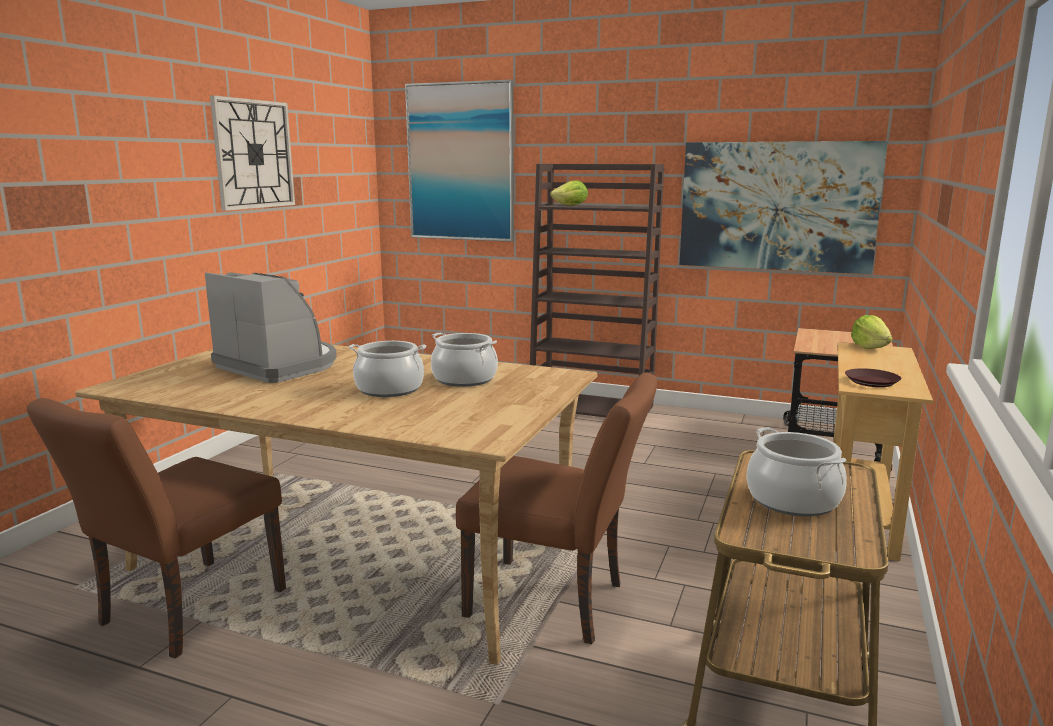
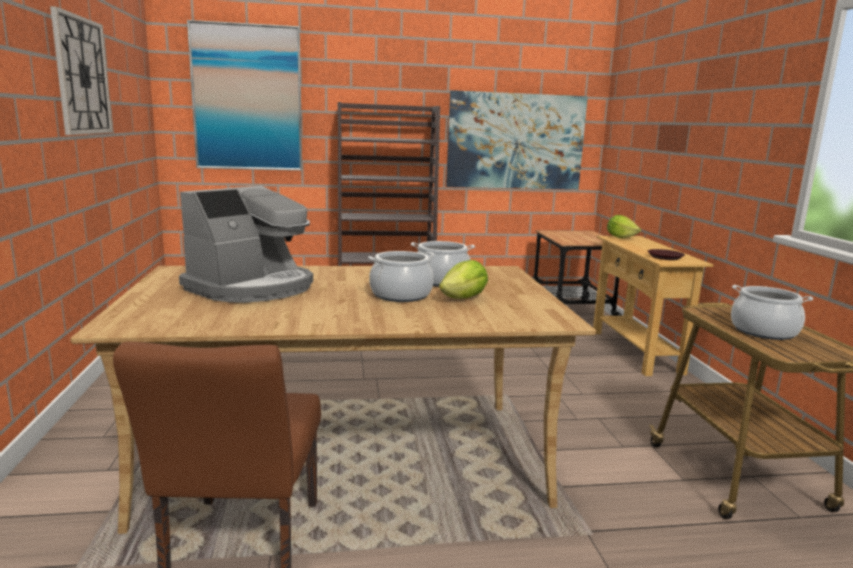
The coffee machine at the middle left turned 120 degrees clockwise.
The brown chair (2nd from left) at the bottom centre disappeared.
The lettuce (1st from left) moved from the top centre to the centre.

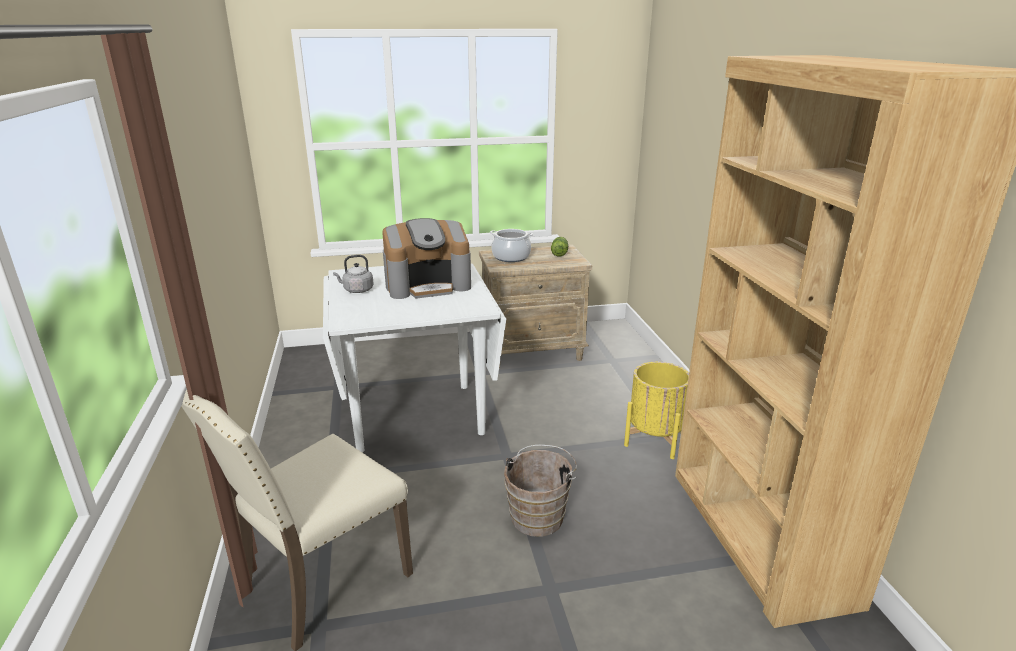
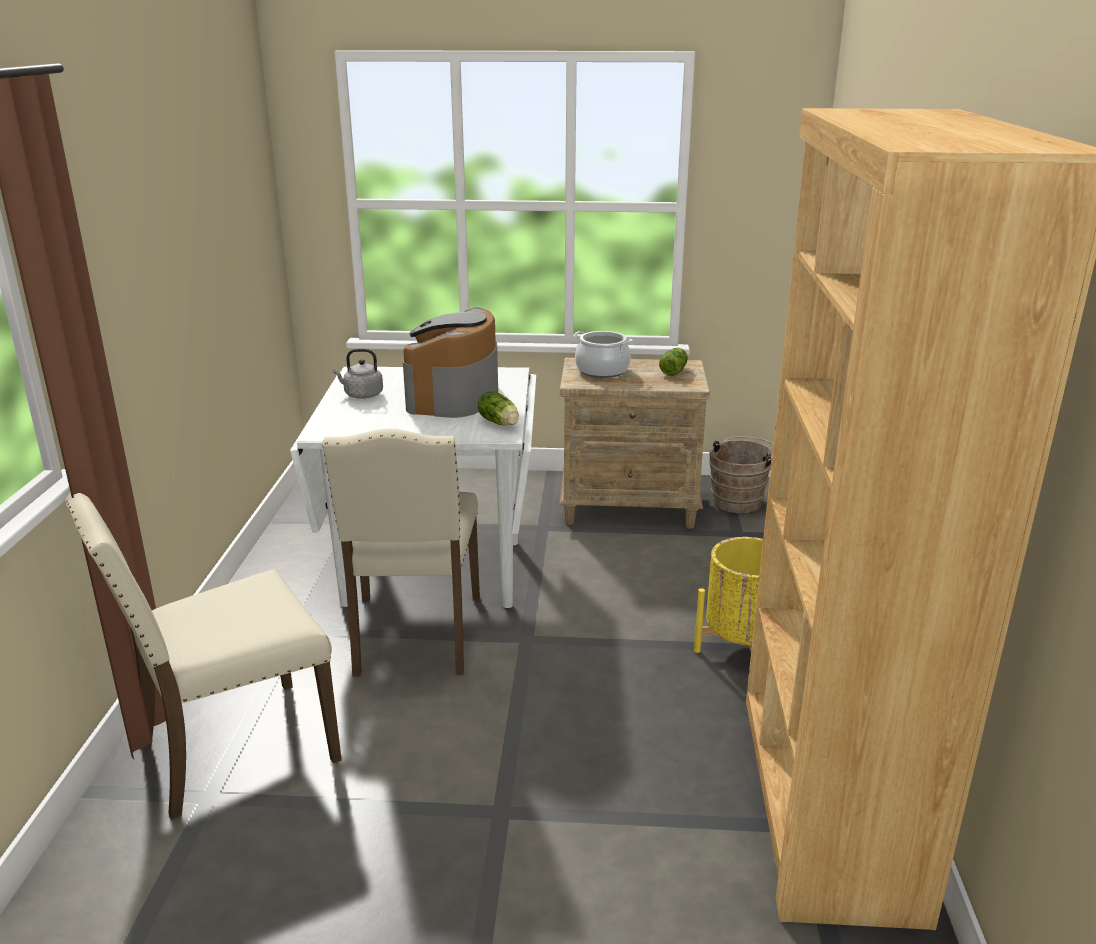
The coffee machine at the centre turned 105 degrees clockwise.
The brown bucket moved from the bottom centre to the middle right.
The beige chair (2nd from left) at the centre appeared.
The lettuce (1st from left) at the centre appeared.

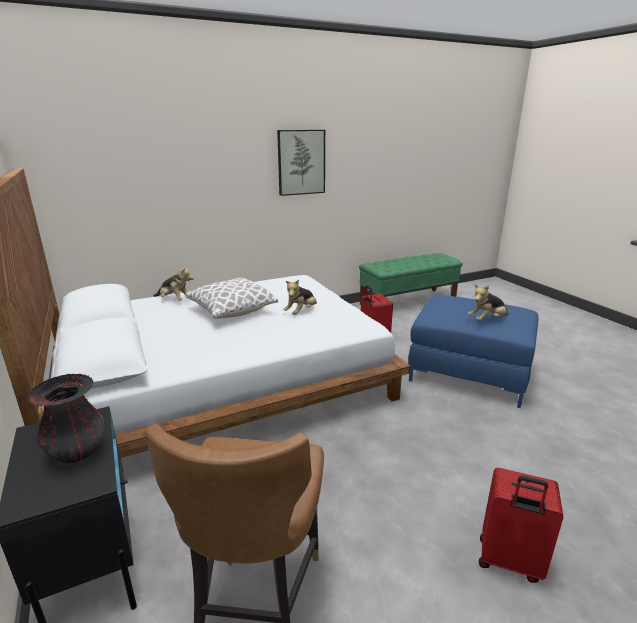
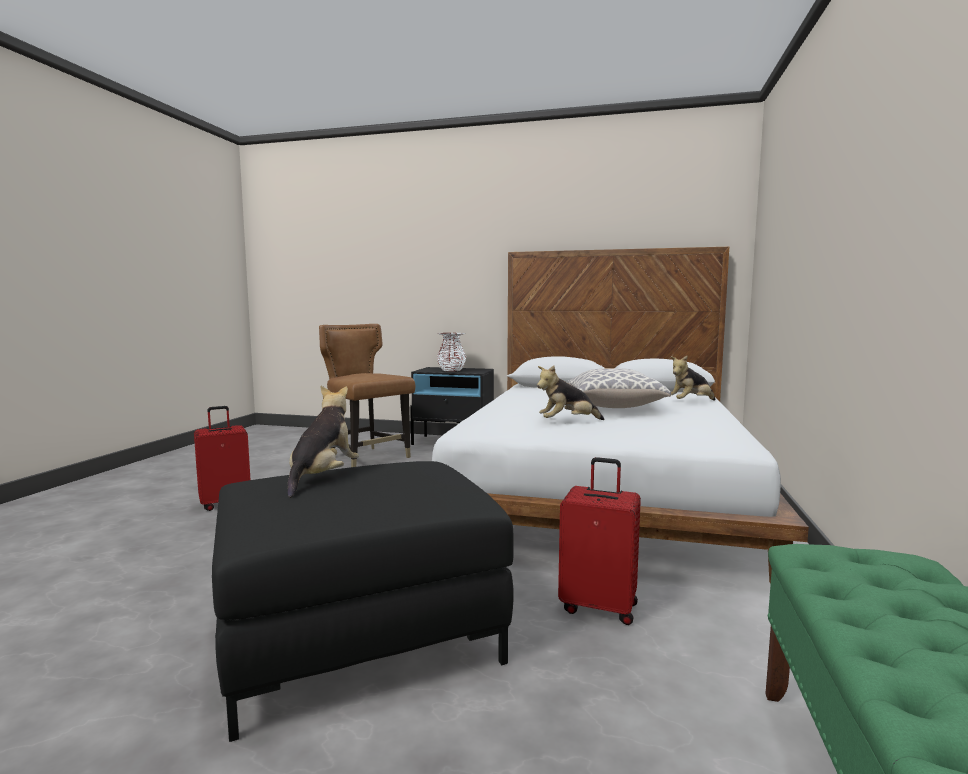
The black vase at the bottom left became the white vase at the centre.
The picture at the top centre disappeared.
The plush toy (2nd from left) at the centre turned 90 degrees counterclockwise.
The blue ottoman at the middle right became the black ottoman at the bottom centre.

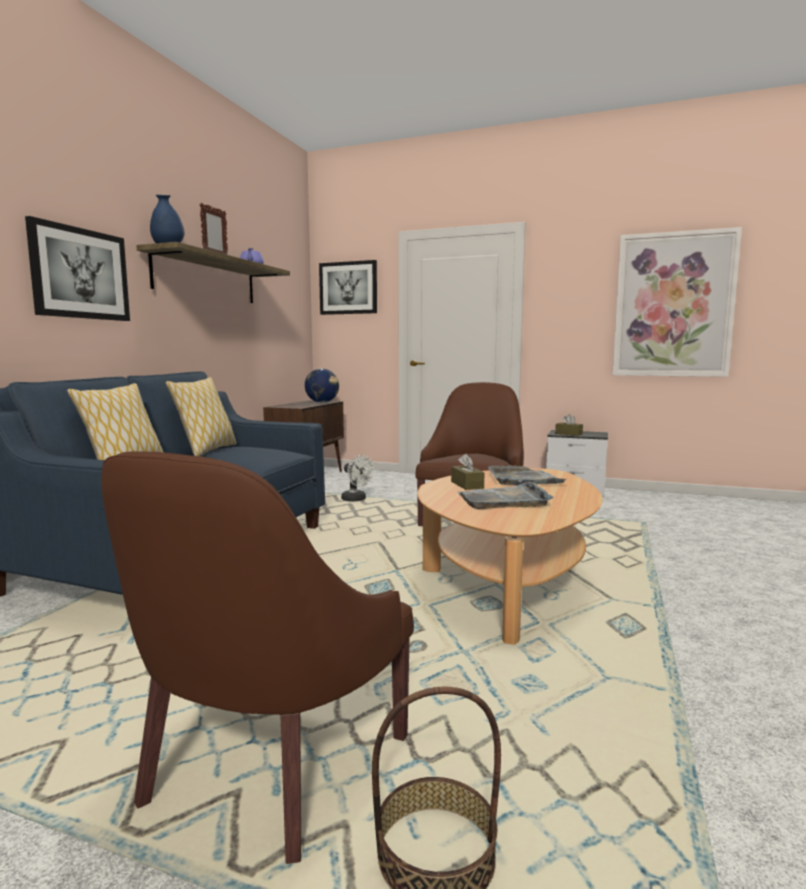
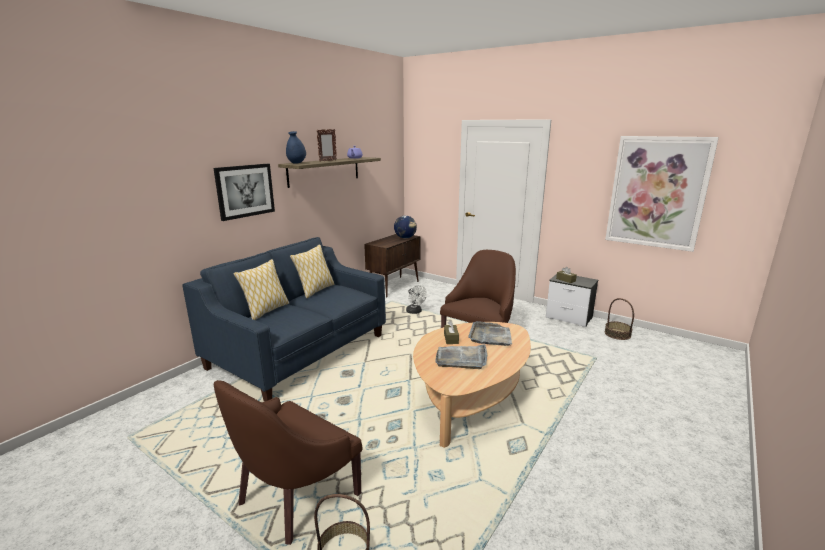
The picture (2nd from left) at the top centre disappeared.
The basket (2nd from left) at the middle right appeared.

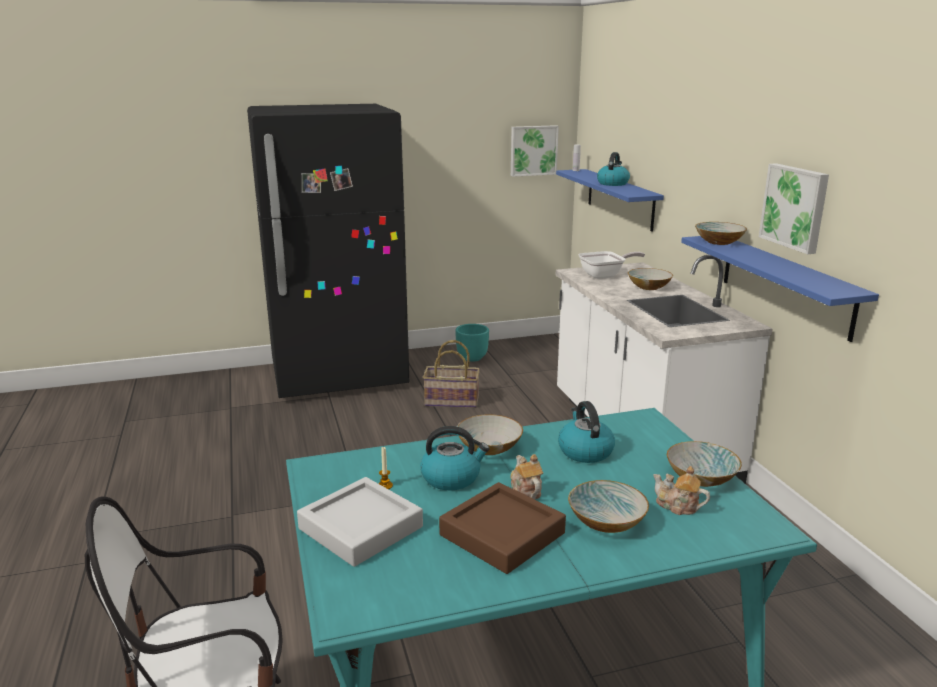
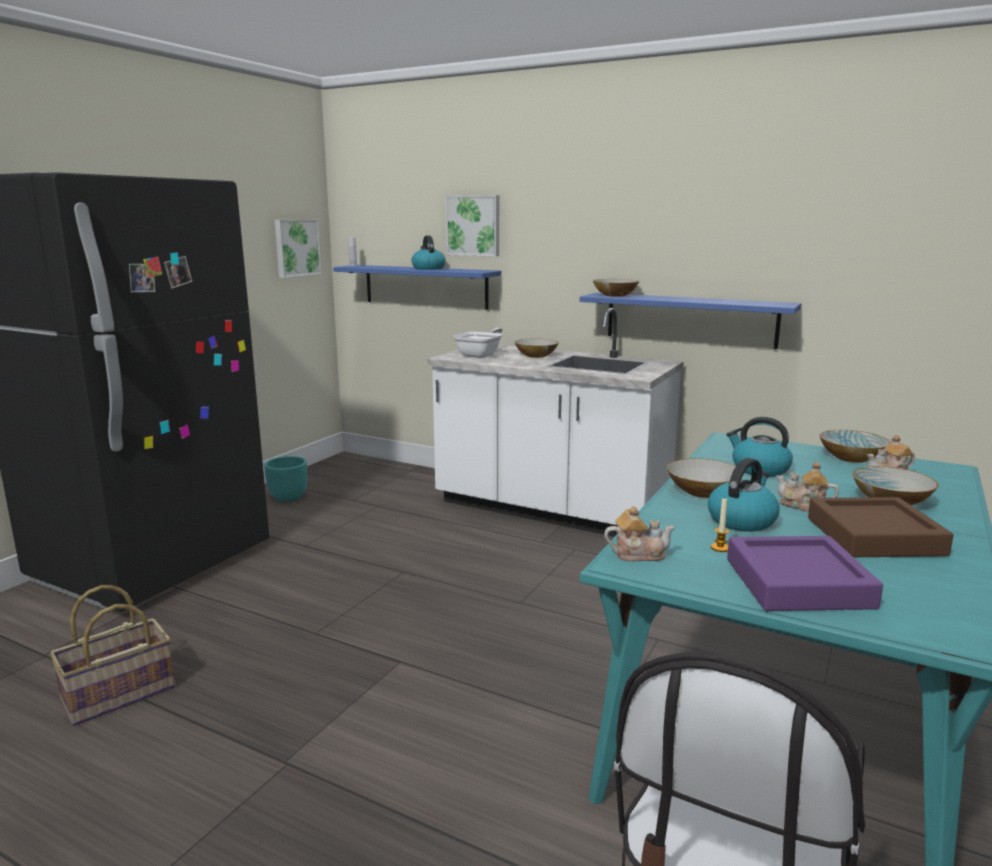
The grey tray at the bottom centre became the purple tray at the middle right.
The basket moved from the centre to the bottom left.
The picture (2nd from left) moved from the top right to the top centre.
The teapot (1st from left) at the centre appeared.

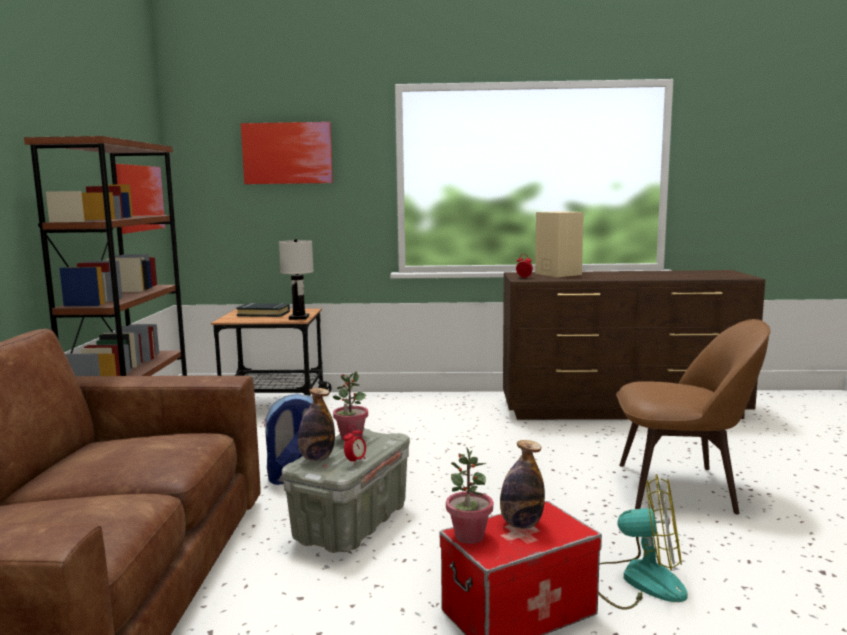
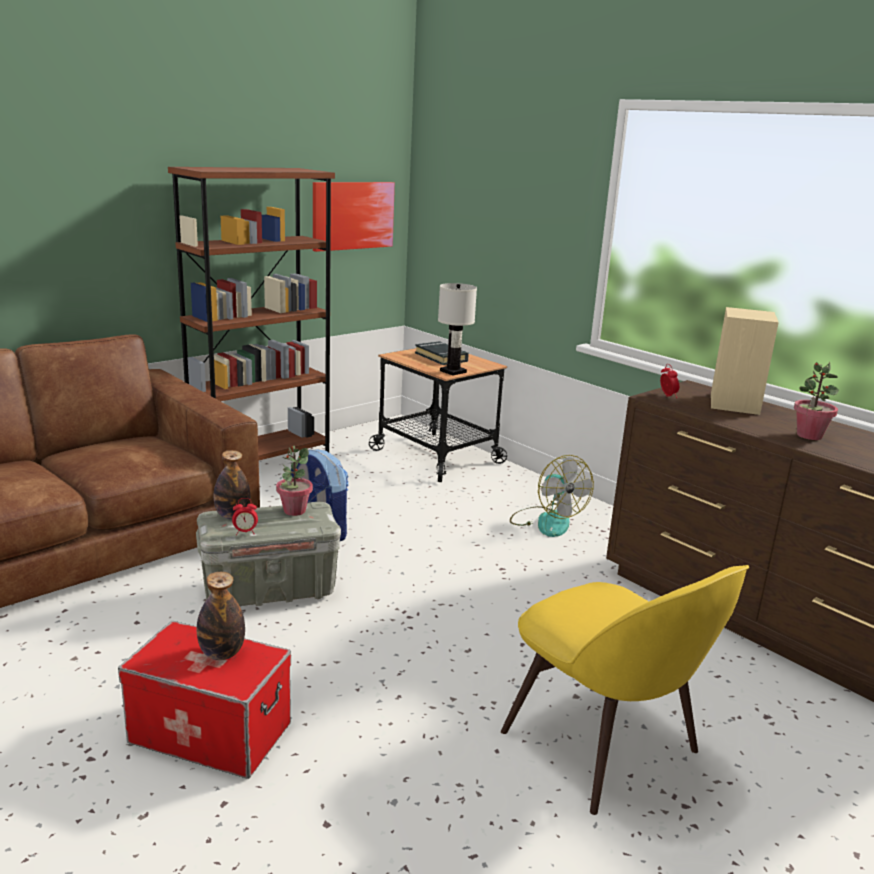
The picture (2nd from left) at the top centre disappeared.
The potted plant (2nd from left) moved from the bottom centre to the middle right.
The fan moved from the bottom right to the centre.
The brown chair at the middle right became the yellow chair at the bottom right.

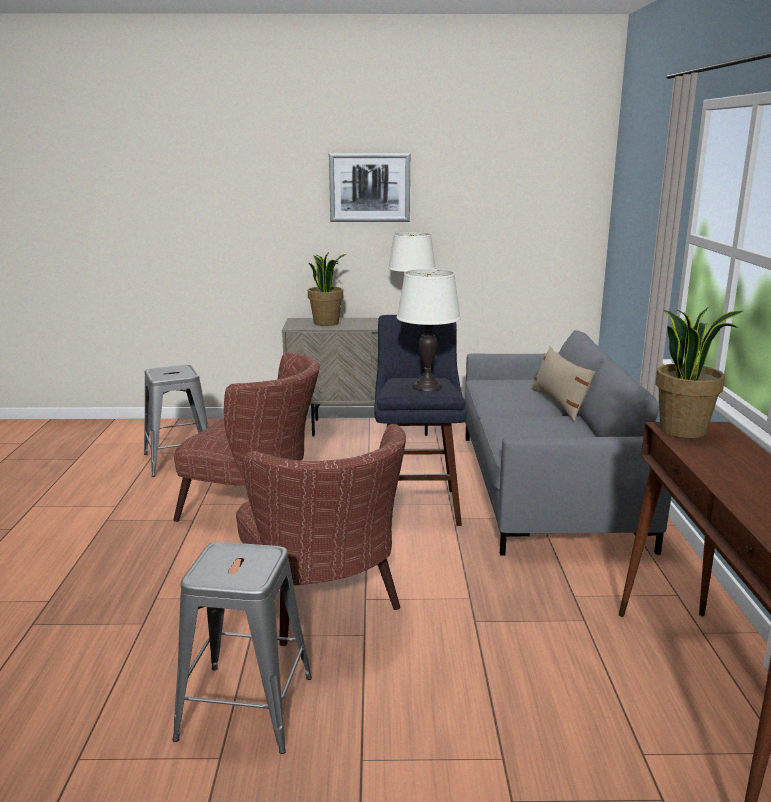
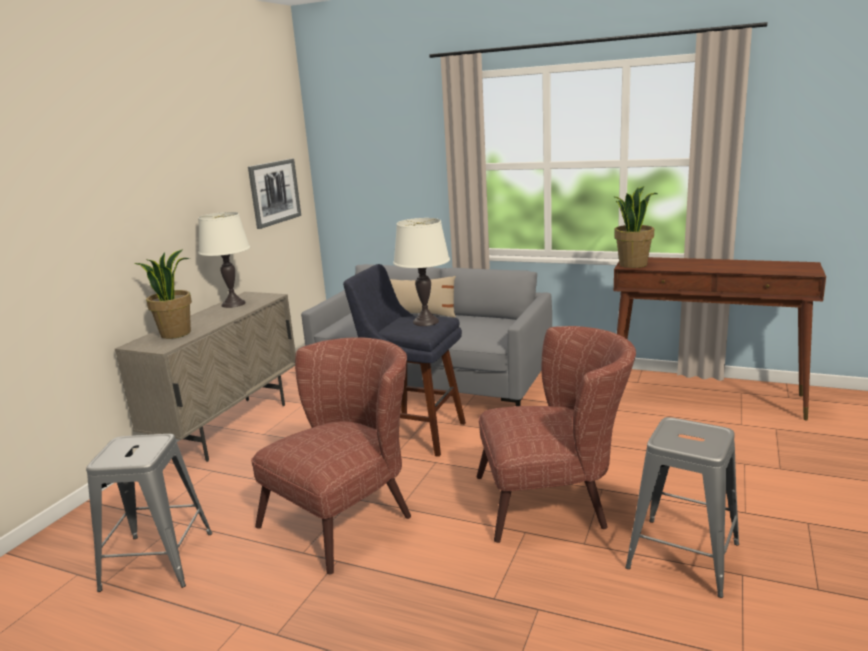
The picture moved from the top centre to the top left.

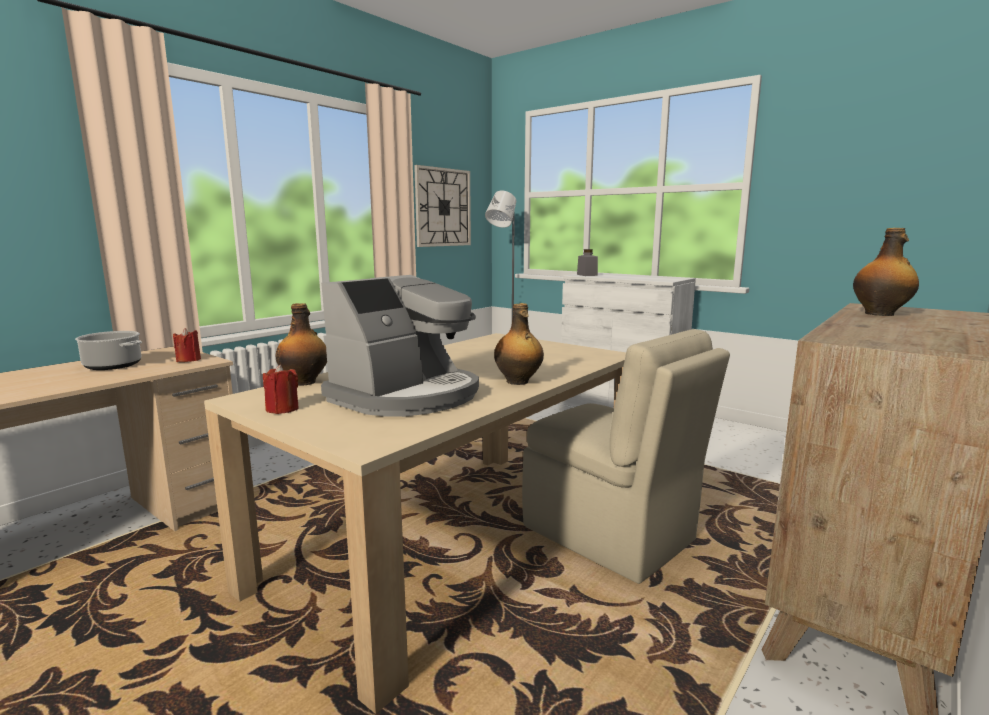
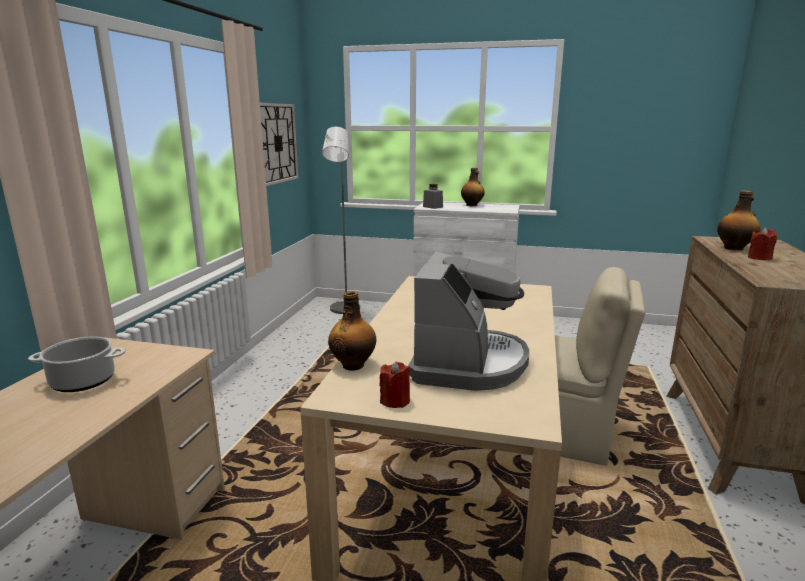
The red candle (1st from left in the first image) moved from the middle left to the middle right.
The bottle (2nd from left) moved from the centre to the top centre.

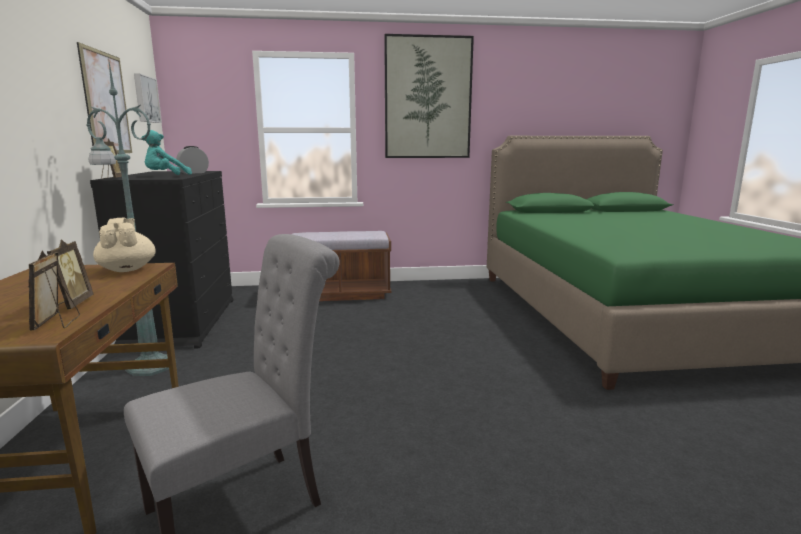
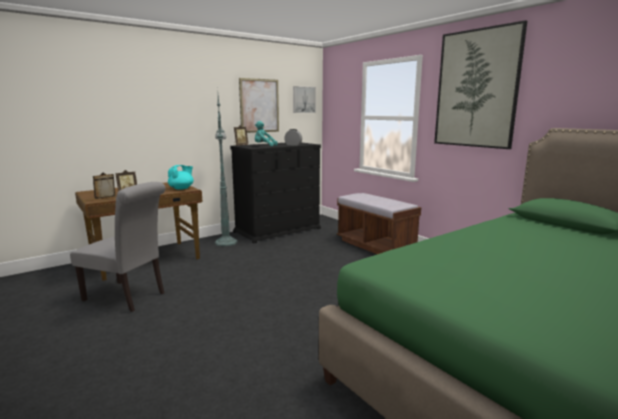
The beige teapot at the middle left became the turquoise teapot at the middle left.

